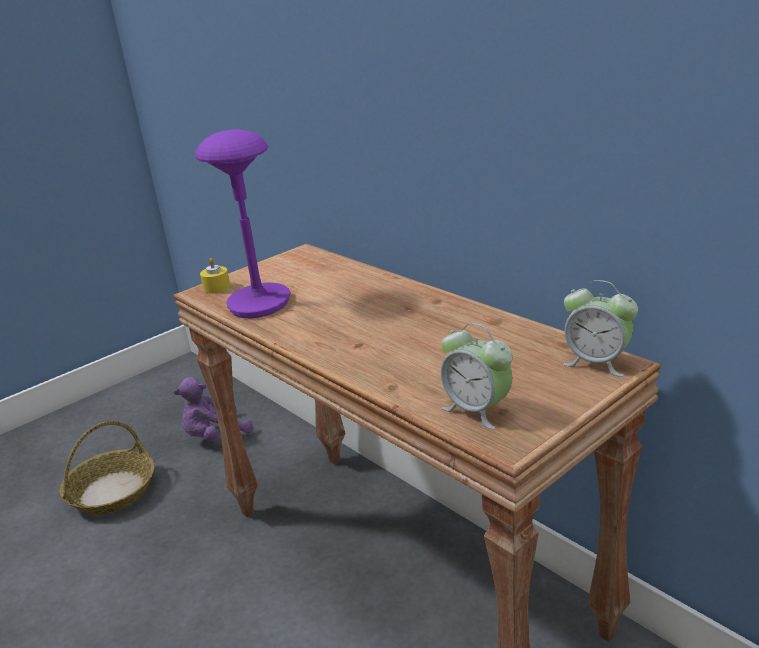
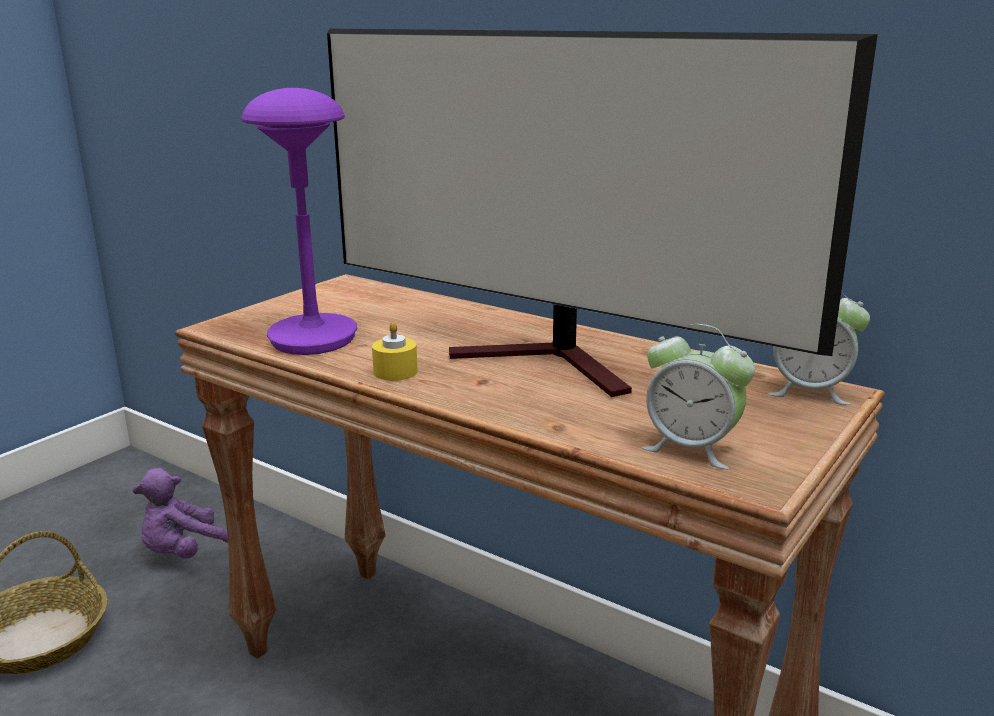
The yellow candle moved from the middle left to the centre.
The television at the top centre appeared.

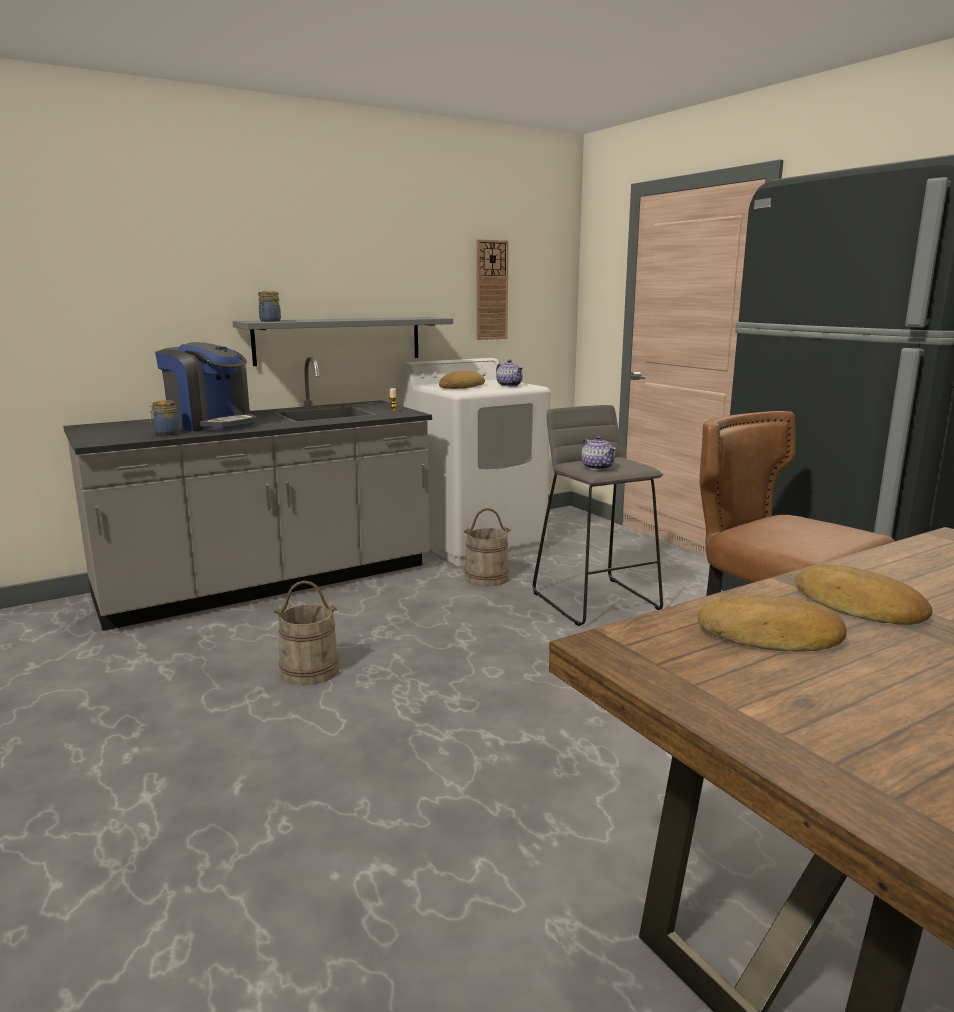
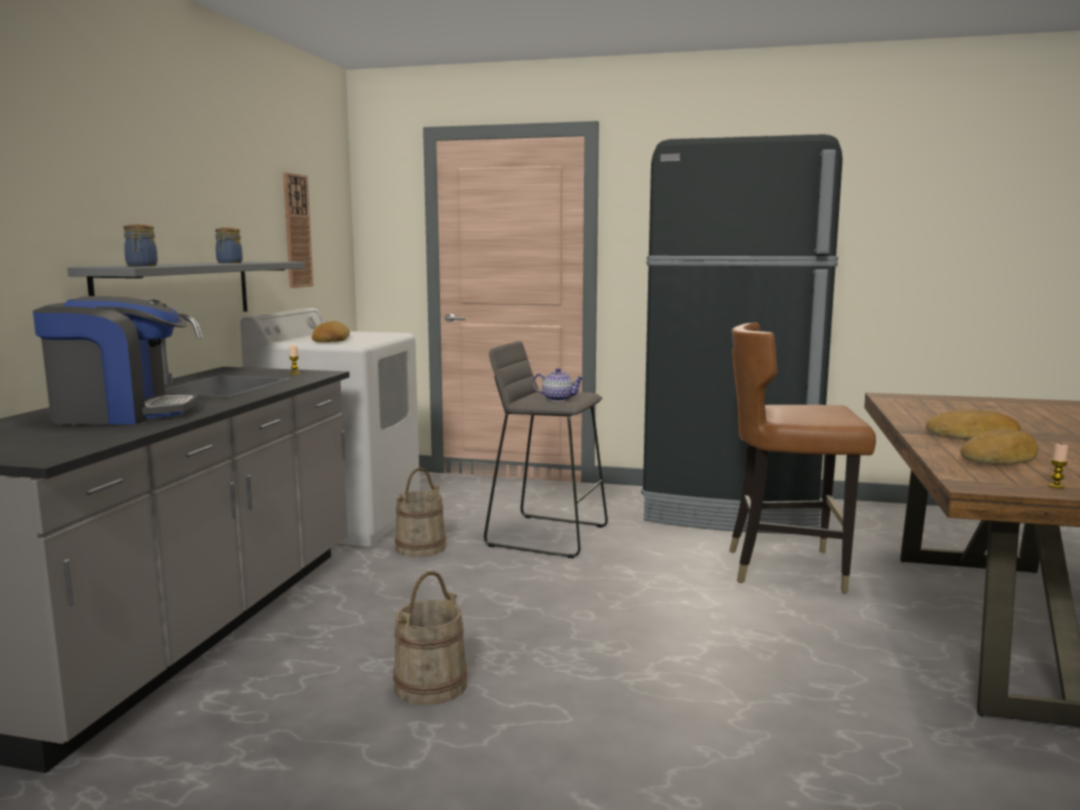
The jar (1st from left in the first image) moved from the middle left to the top left.
The teapot (1st from left) at the centre disappeared.
The candle (2nd from left) at the middle right appeared.

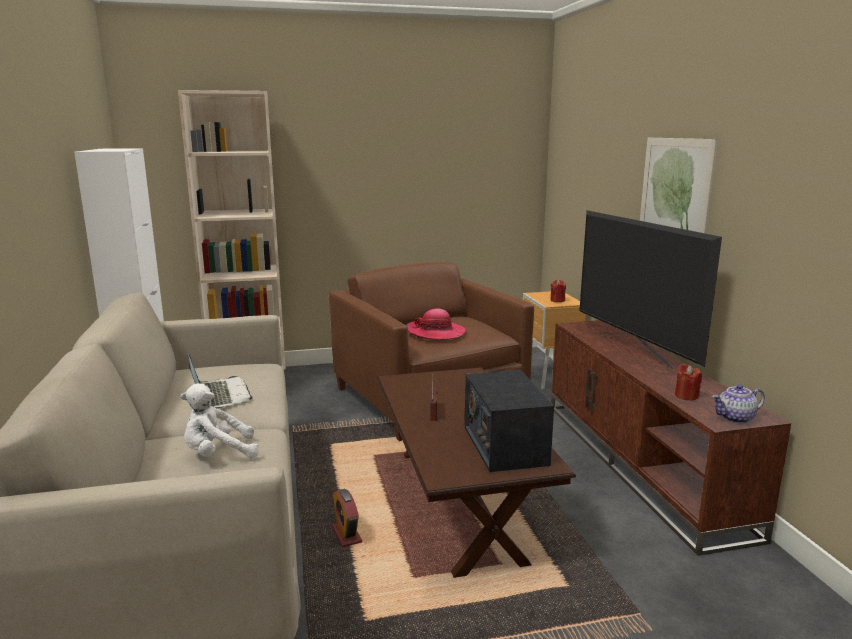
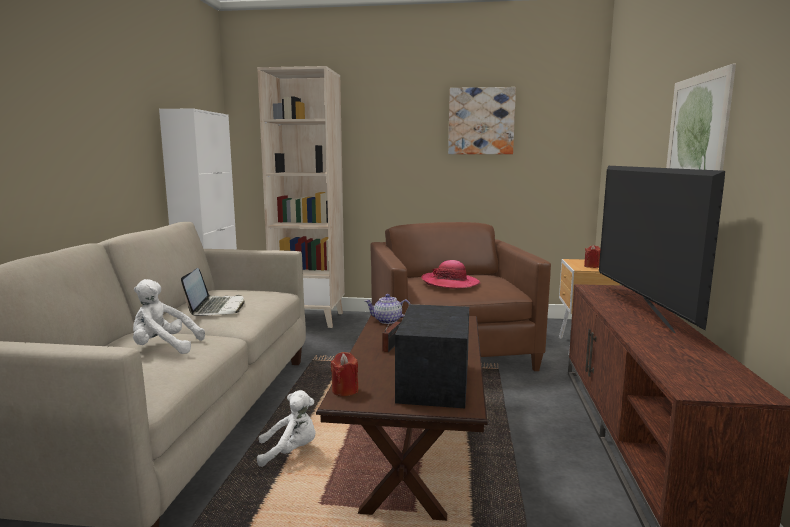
The alarm clock at the bottom centre was replaced by the white plush toy (2nd from left) at the bottom centre.
The red candle (2nd from left in the first image) moved from the middle right to the bottom centre.
The teapot moved from the middle right to the centre.
The picture (1st from left) at the top centre appeared.

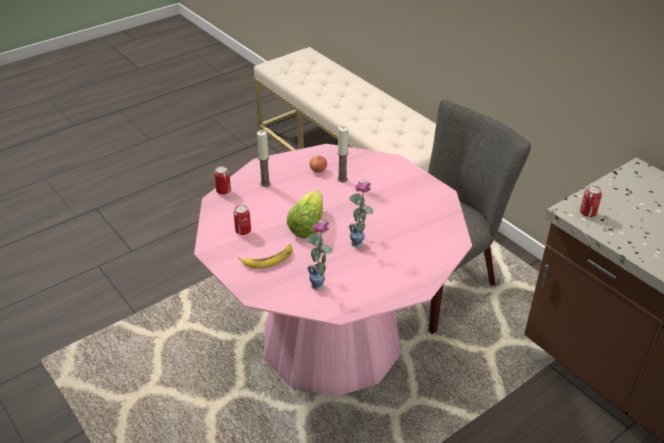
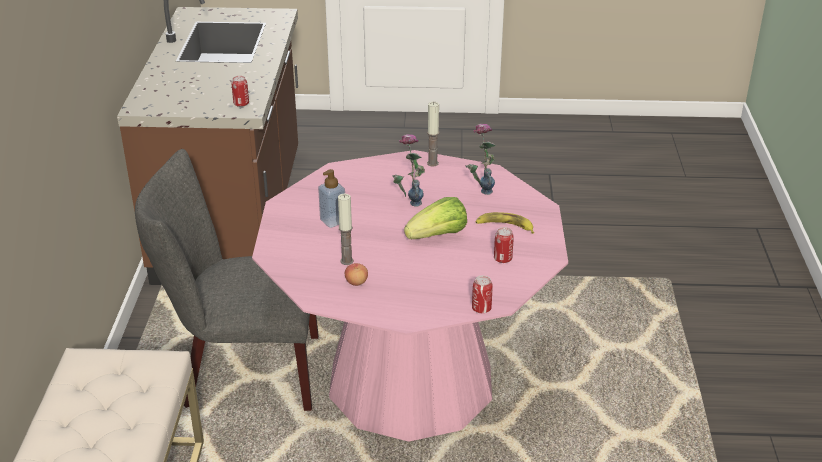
The candle (1st from left in the first image) moved from the centre to the top centre.
The soap dispenser at the centre appeared.

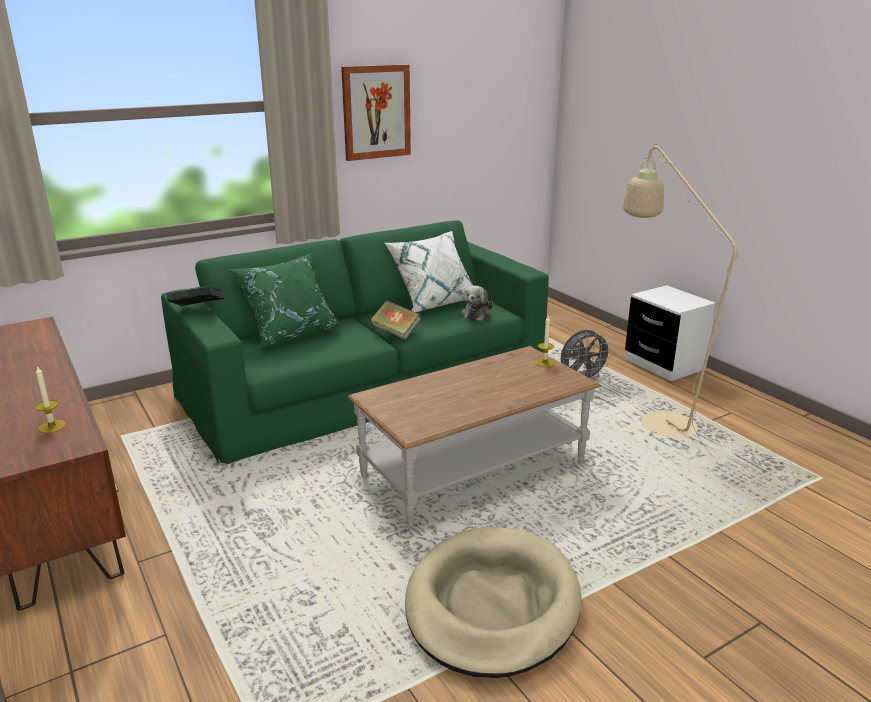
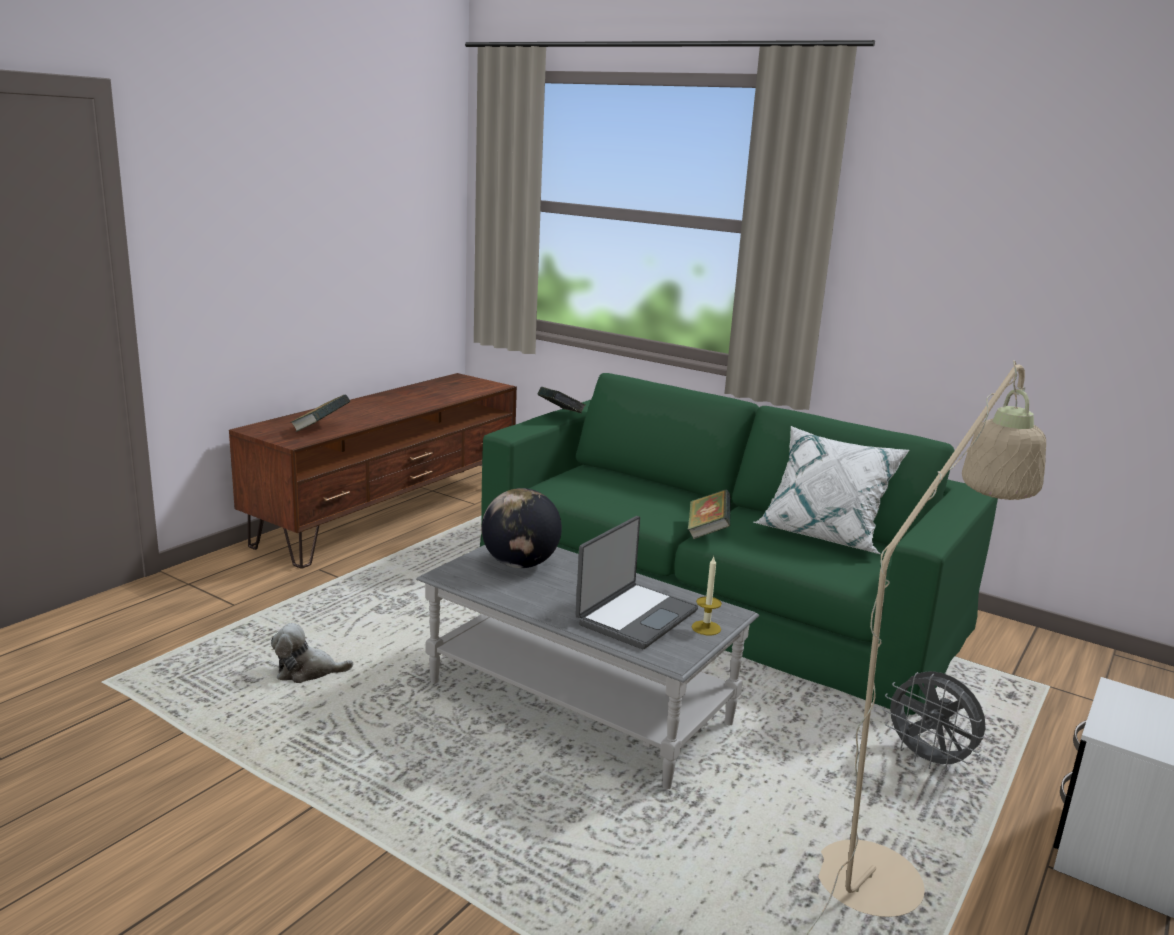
The candle (1st from left) at the middle left was replaced by the book (1st from left) at the middle left.
The green pillow at the middle left disappeared.
The picture at the top centre disappeared.
The brown coffee table at the centre became the grey coffee table at the bottom centre.
The beige dog bed at the bottom centre disappeared.
The plush toy moved from the centre to the bottom left.
The globe at the centre appeared.
The laptop at the centre appeared.

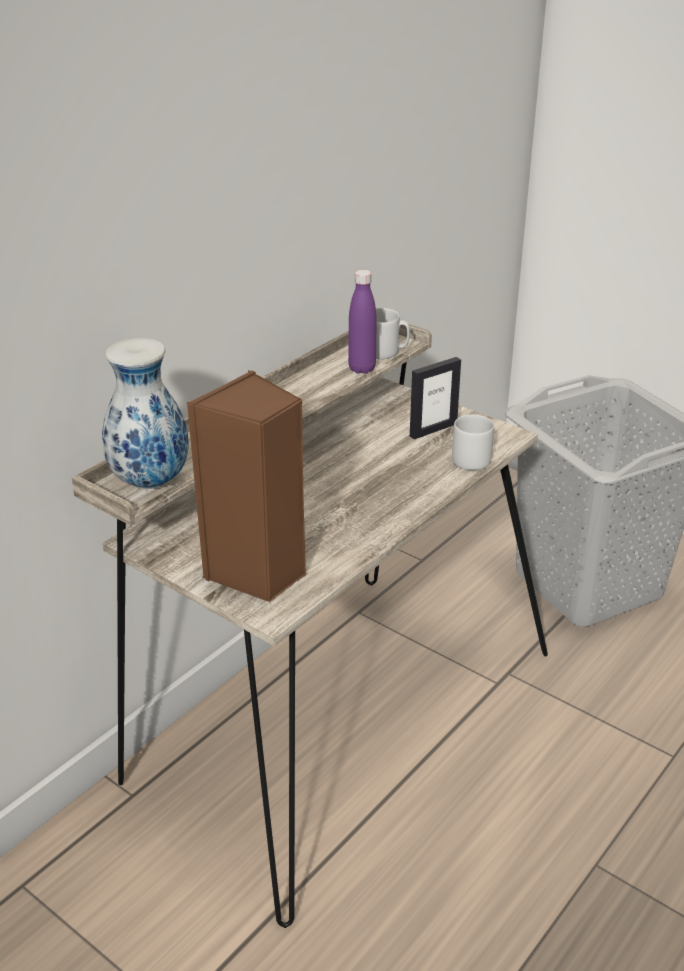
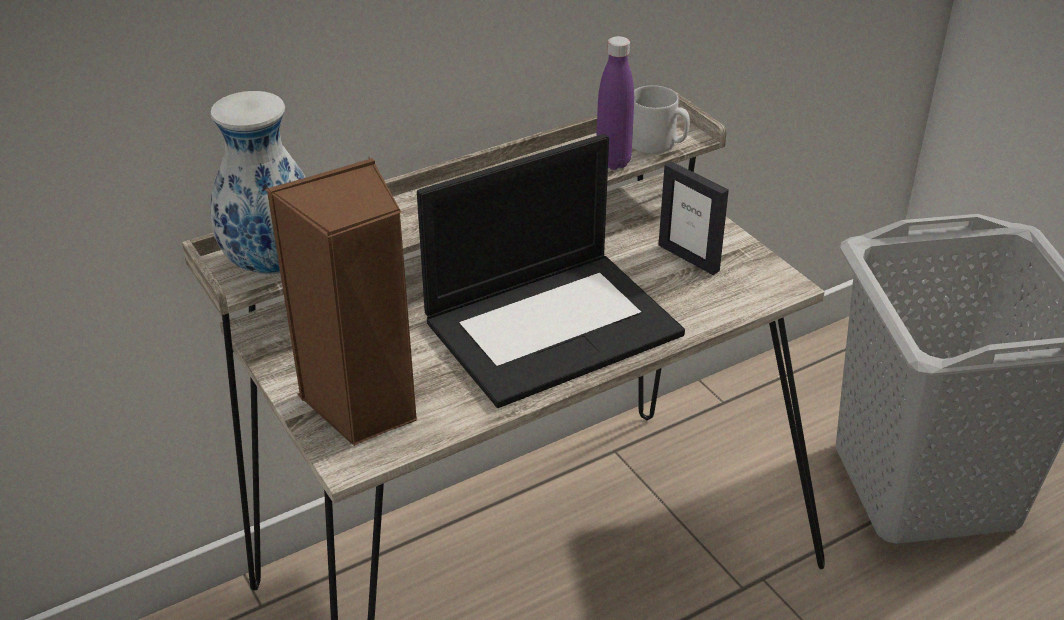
The picture frame at the centre turned 60 degrees clockwise.
The grey mug (2nd from left) at the middle right disappeared.
The laptop at the centre appeared.

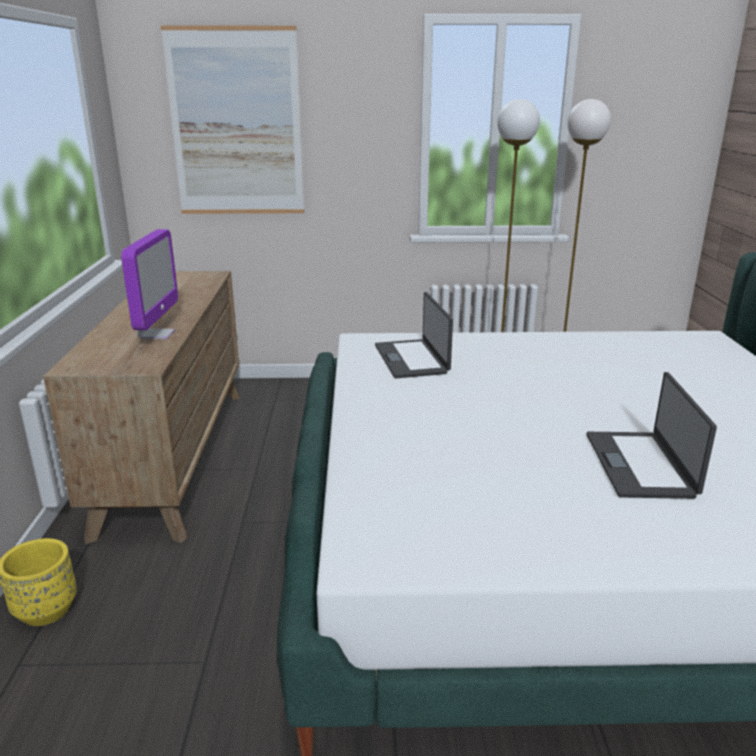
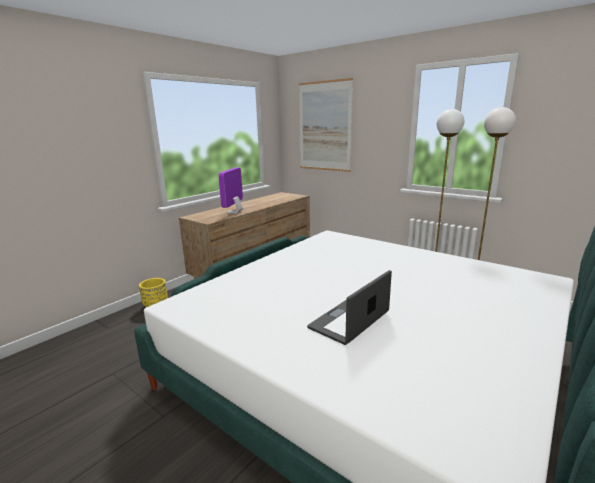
The monitor at the middle left turned 150 degrees clockwise.
The laptop (1st from left) at the centre disappeared.

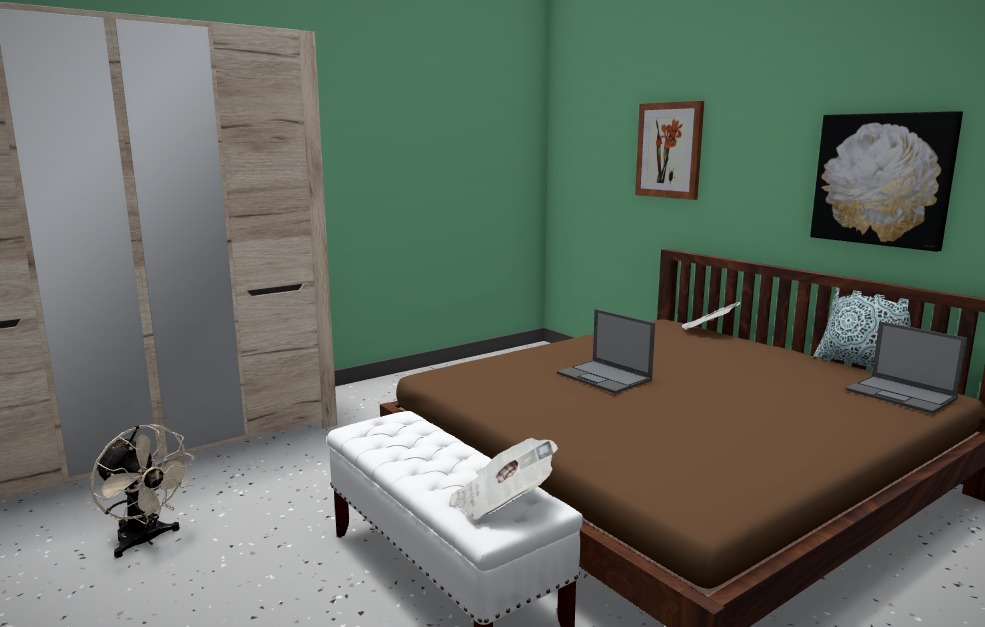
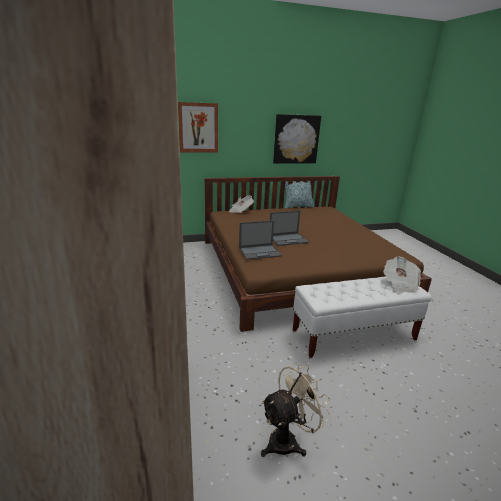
The laptop (2nd from left in the first image) moved from the middle right to the centre.

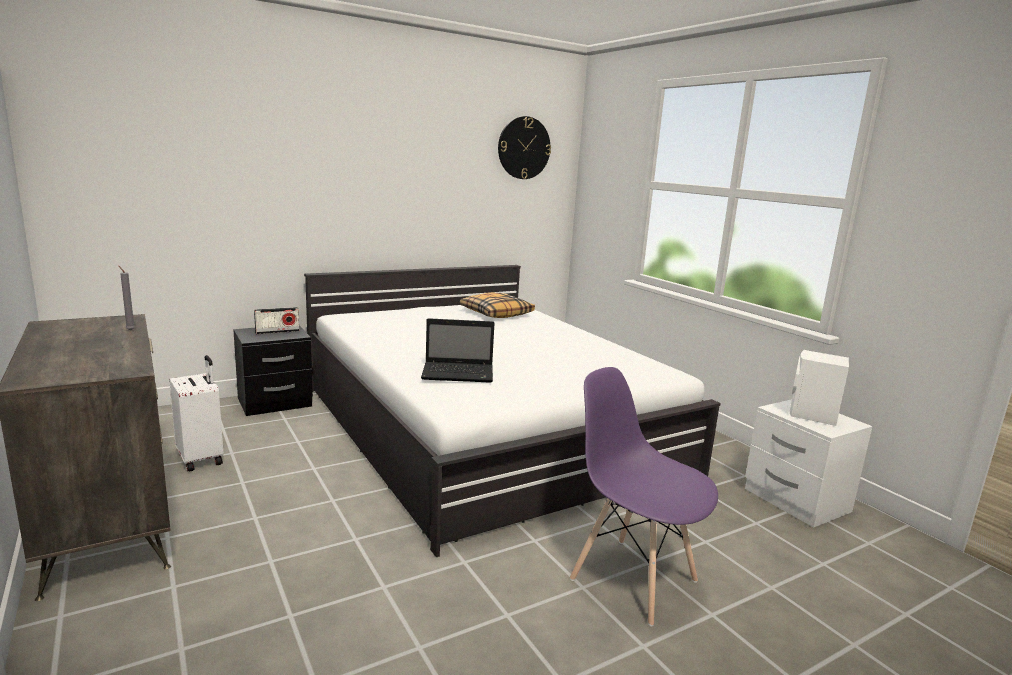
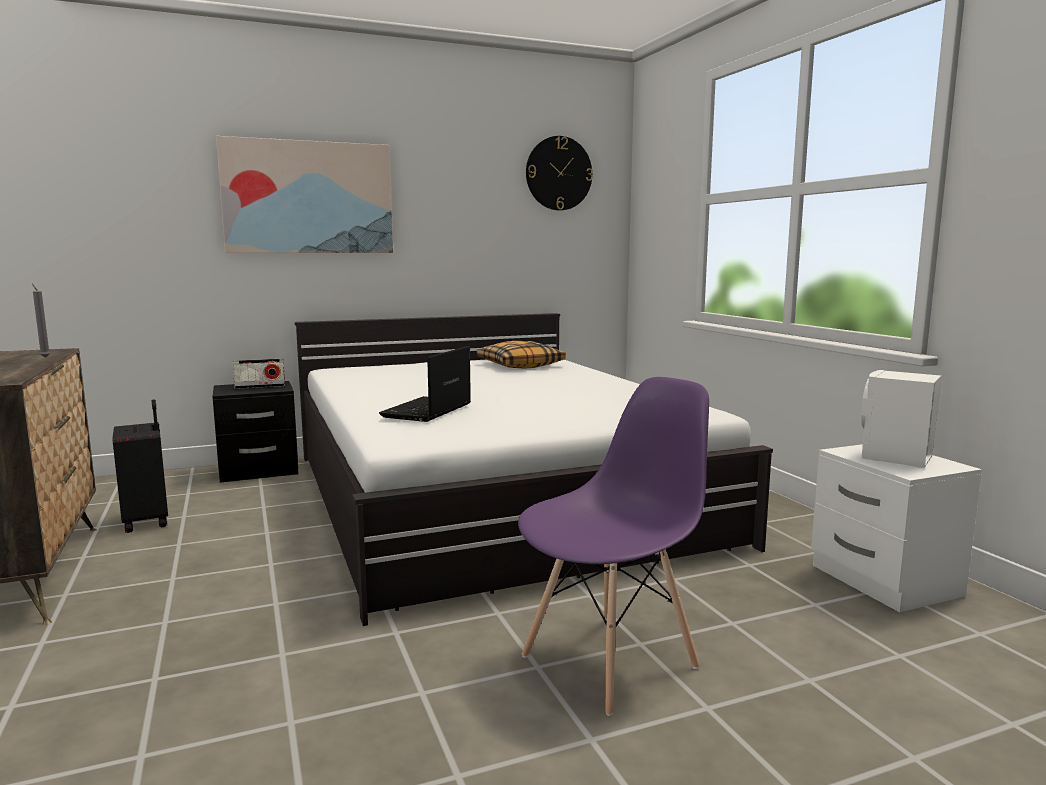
The white suitcase at the middle left became the black suitcase at the middle left.
The laptop at the centre turned 105 degrees clockwise.
The purple chair at the bottom centre turned 90 degrees clockwise.
The picture at the top left appeared.

